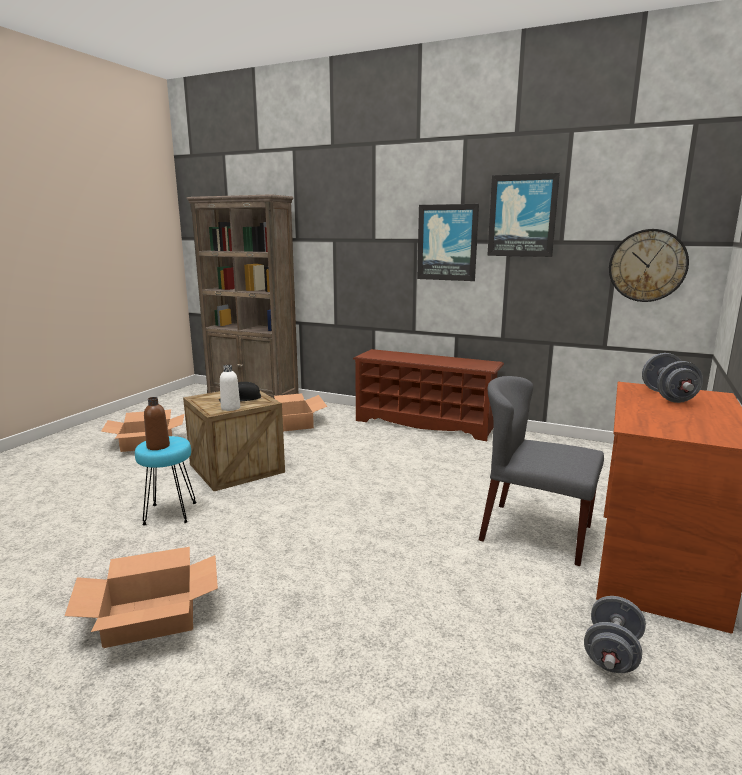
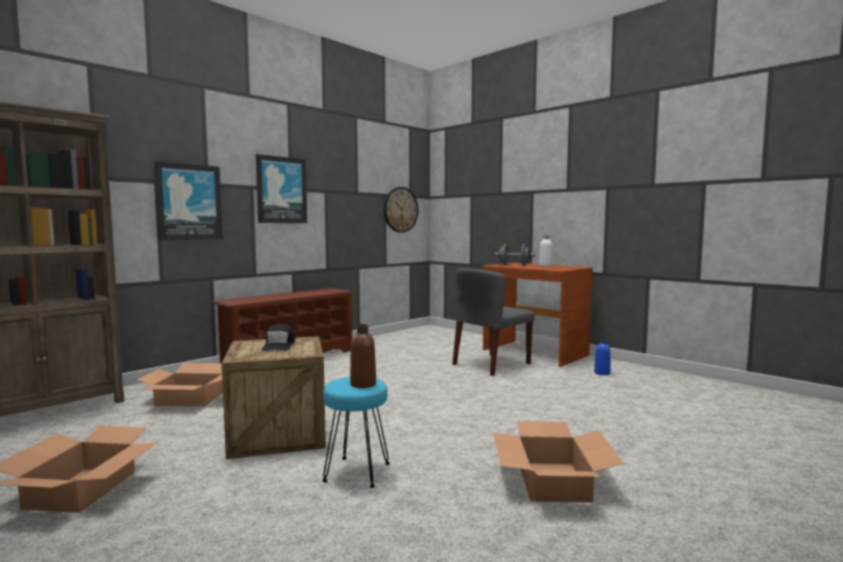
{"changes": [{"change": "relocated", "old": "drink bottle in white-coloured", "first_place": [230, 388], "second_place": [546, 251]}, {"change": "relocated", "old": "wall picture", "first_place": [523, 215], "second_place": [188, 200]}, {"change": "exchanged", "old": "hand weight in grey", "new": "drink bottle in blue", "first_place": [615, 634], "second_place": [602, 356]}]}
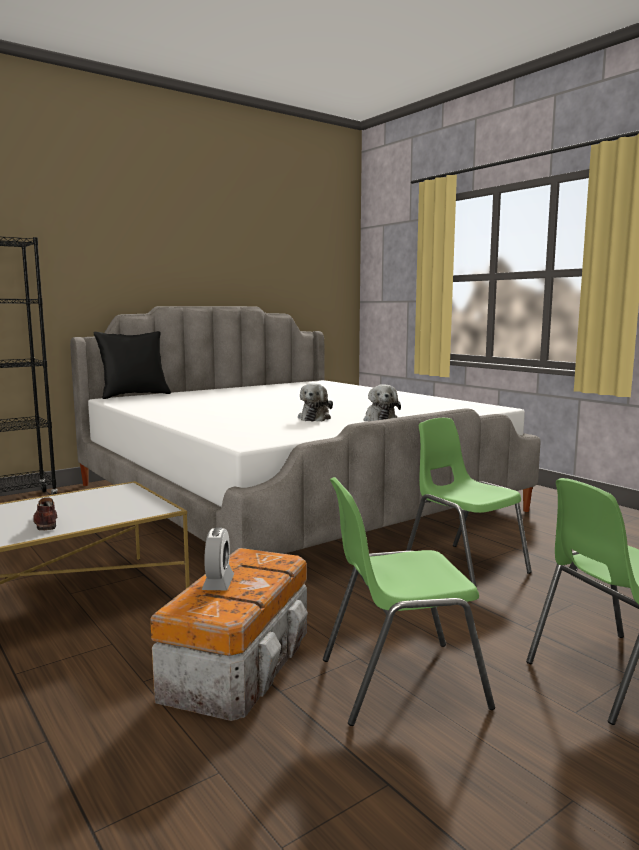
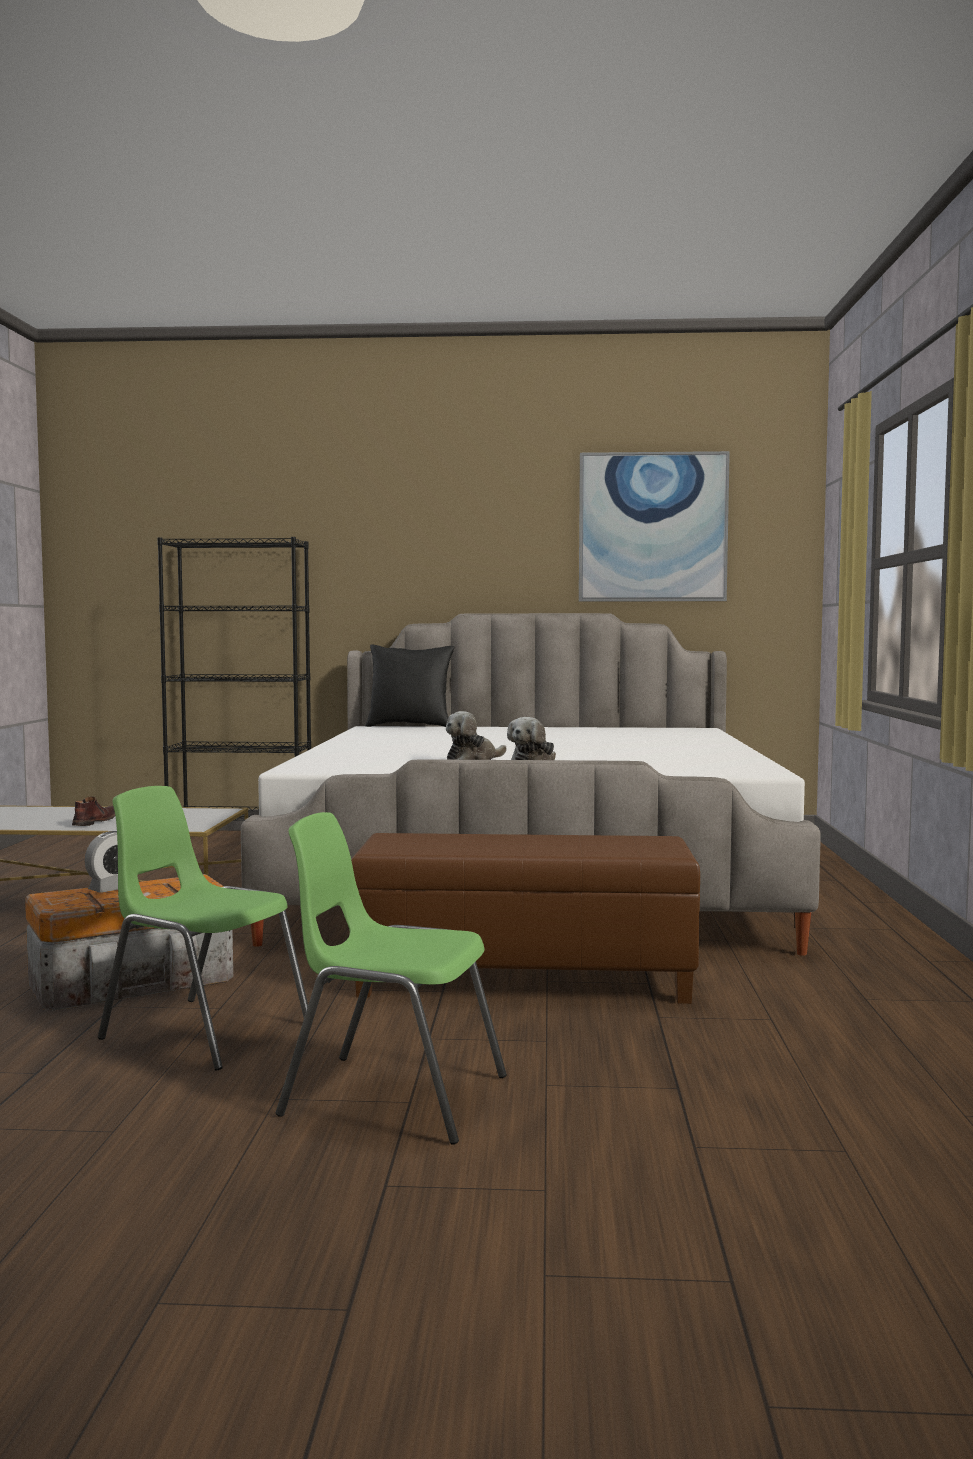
{"changes": [{"change": "exchanged", "old": "plain chair in green-coloured", "new": "ottoman in brown-coloured", "first_place": [469, 503], "second_place": [524, 918]}, {"change": "appeared", "new": "wall picture", "second_place": [654, 526]}]}
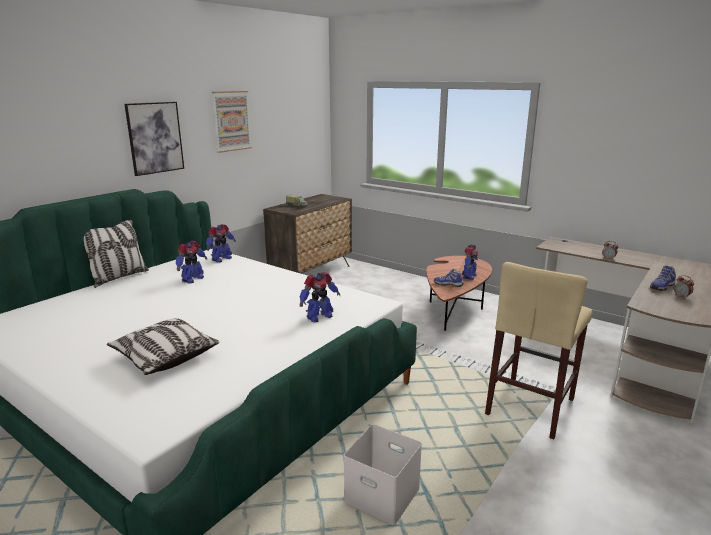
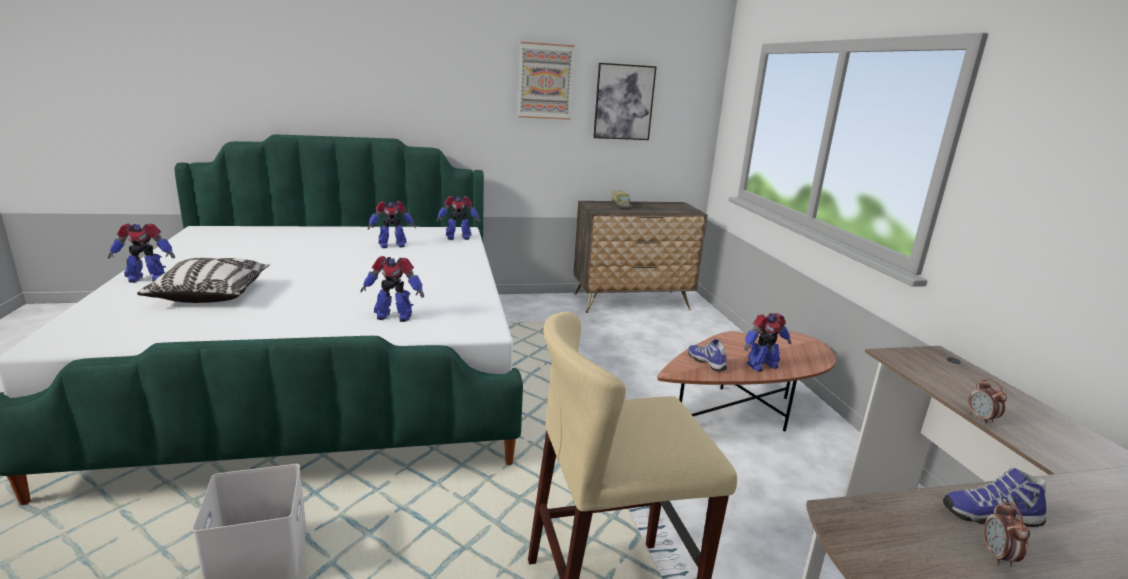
{"changes": [{"change": "missing", "old": "cushion", "first_place": [116, 254]}, {"change": "relocated", "old": "wall picture", "first_place": [154, 139], "second_place": [625, 101]}, {"change": "appeared", "new": "robot figure", "second_place": [141, 253]}]}
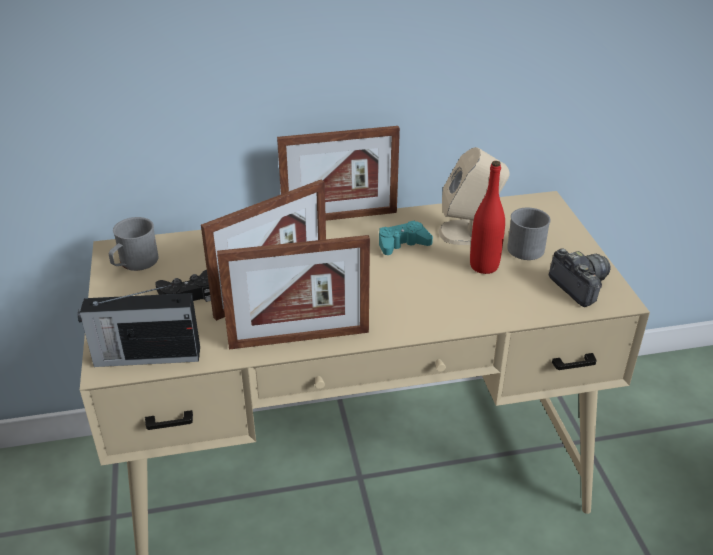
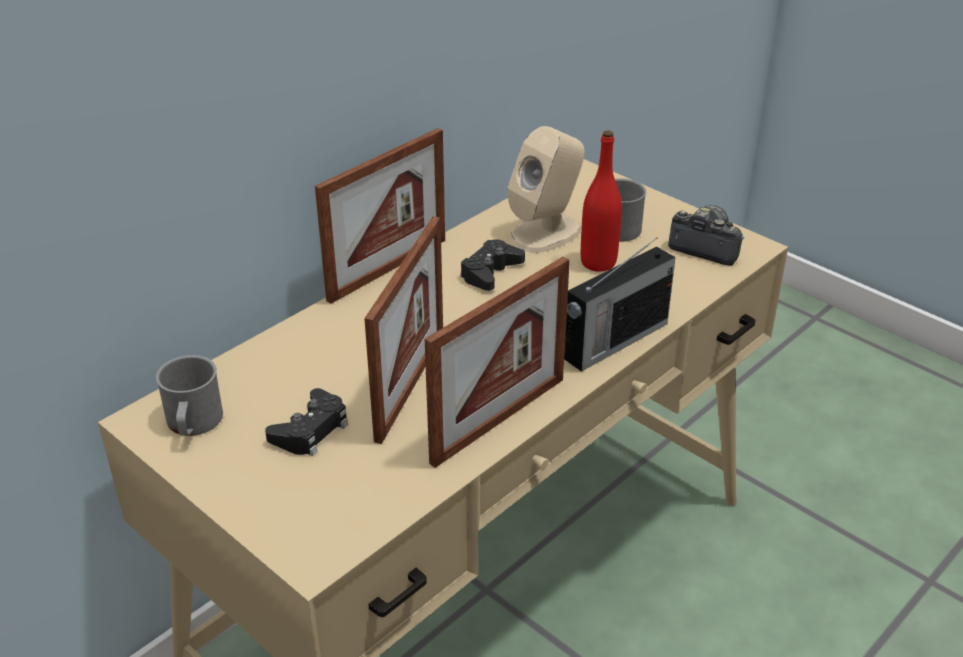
{"changes": [{"change": "relocated", "old": "radio receiver", "first_place": [139, 325], "second_place": [619, 305]}, {"change": "colour", "old": "joypad in blue-green", "new": "joypad in blackish", "first_place": [406, 238], "second_place": [492, 265]}]}
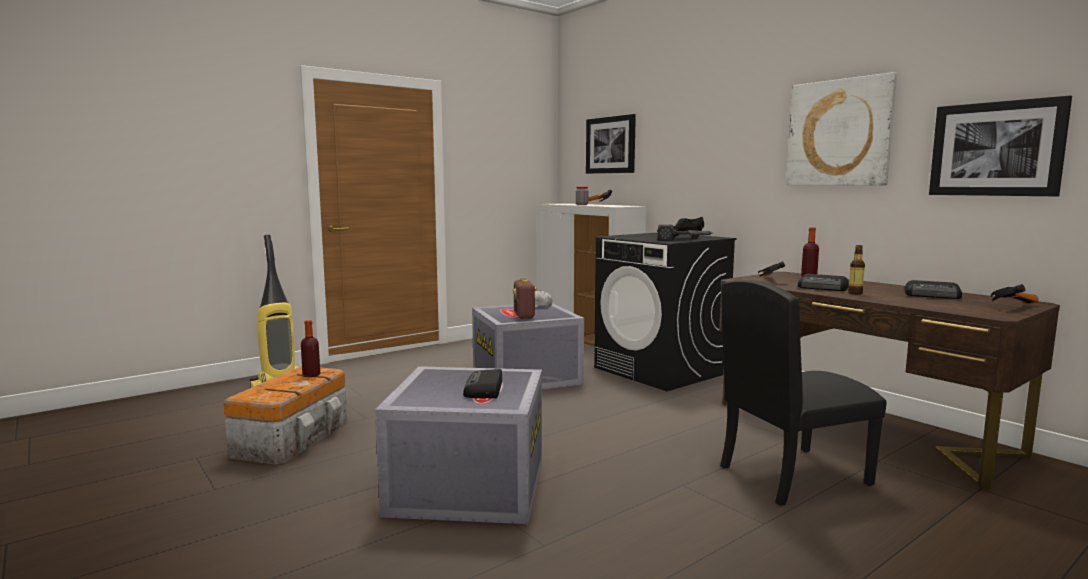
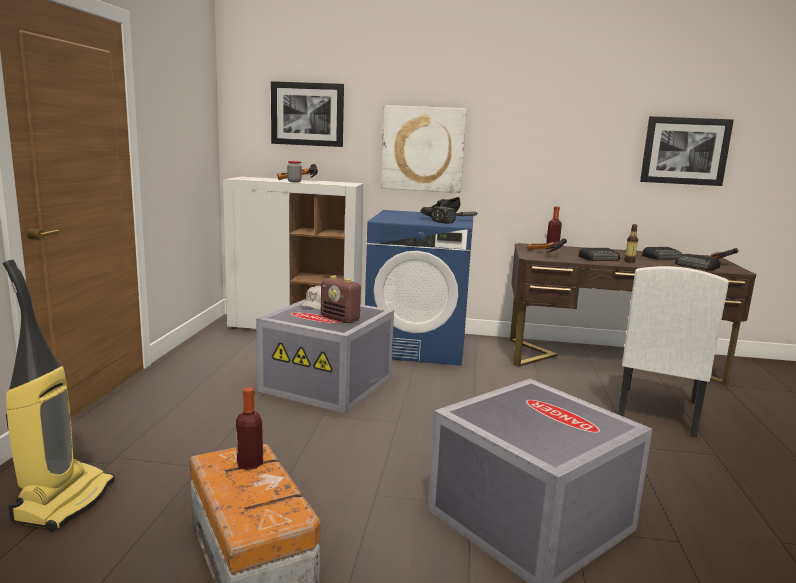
{"changes": [{"change": "relocated", "old": "radio receiver", "first_place": [482, 383], "second_place": [697, 262]}, {"change": "colour", "old": "washing machine in blackish", "new": "washing machine in blue", "first_place": [665, 312], "second_place": [419, 288]}, {"change": "colour", "old": "plain chair in blackish", "new": "plain chair in white-coloured", "first_place": [803, 393], "second_place": [673, 352]}, {"change": "relocated", "old": "wall picture", "first_place": [841, 129], "second_place": [424, 149]}]}
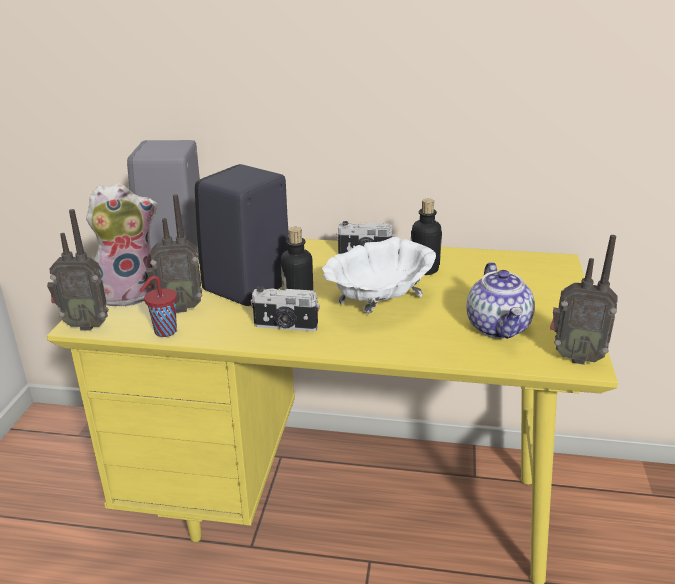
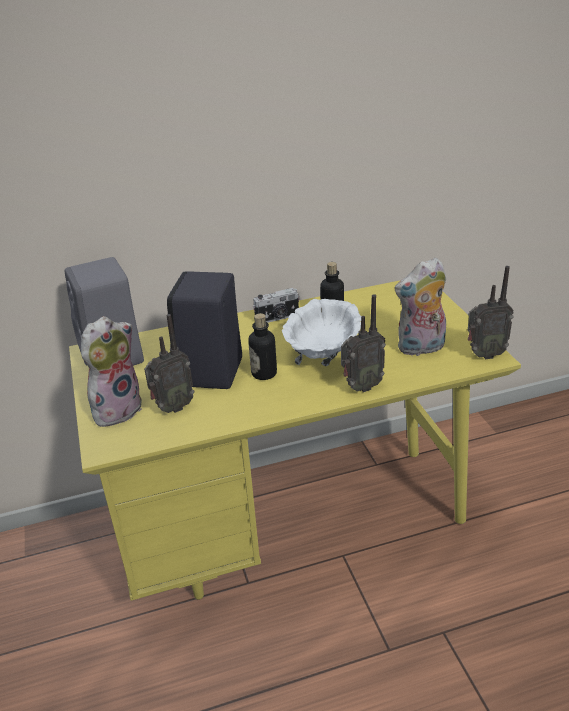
{"changes": [{"change": "relocated", "old": "radio receiver", "first_place": [78, 270], "second_place": [363, 343]}, {"change": "missing", "old": "drinking cup in red-coloured", "first_place": [158, 306]}, {"change": "missing", "old": "still camera", "first_place": [285, 308]}, {"change": "exchanged", "old": "teapot", "new": "soft toy", "first_place": [501, 300], "second_place": [420, 306]}]}
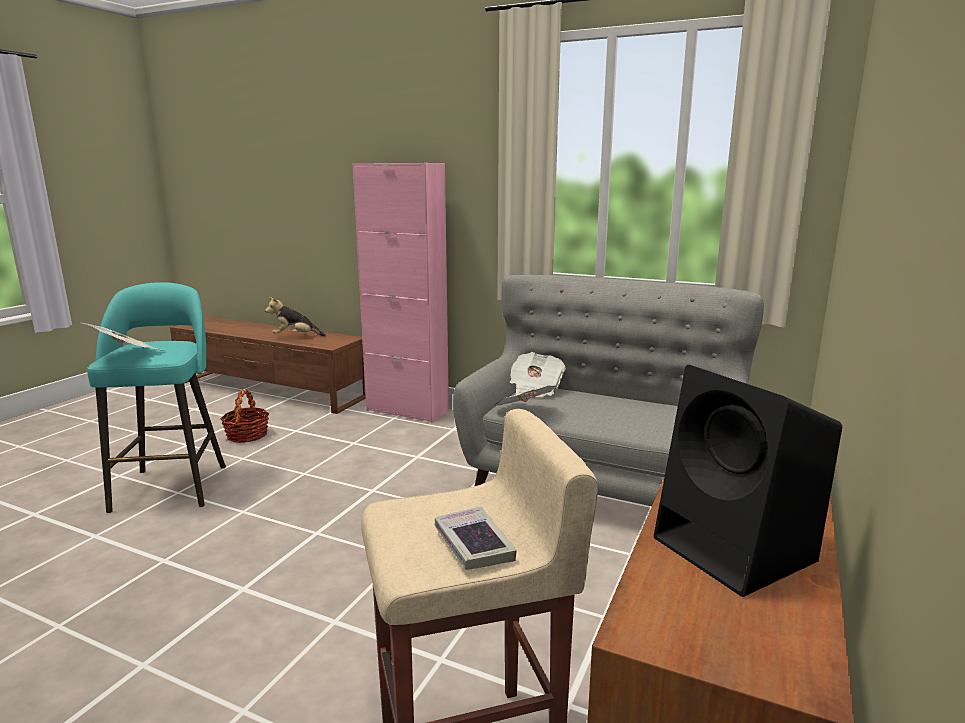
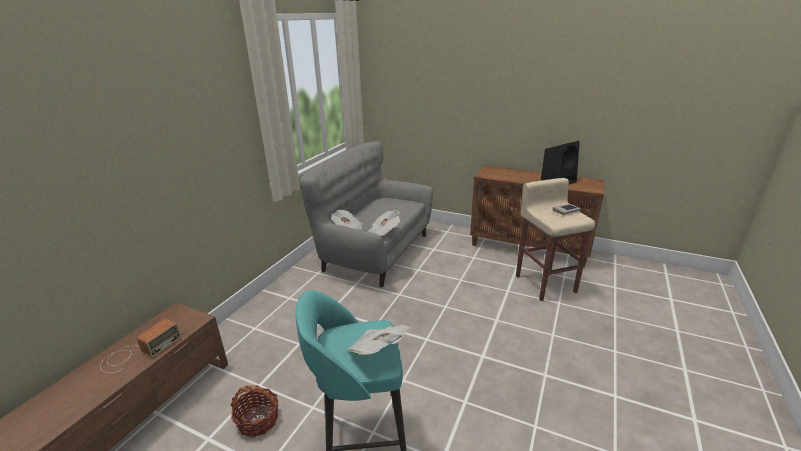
{"changes": [{"change": "exchanged", "old": "soft toy", "new": "radio receiver", "first_place": [295, 316], "second_place": [140, 346]}, {"change": "missing", "old": "cupboard in pinkish", "first_place": [400, 293]}]}
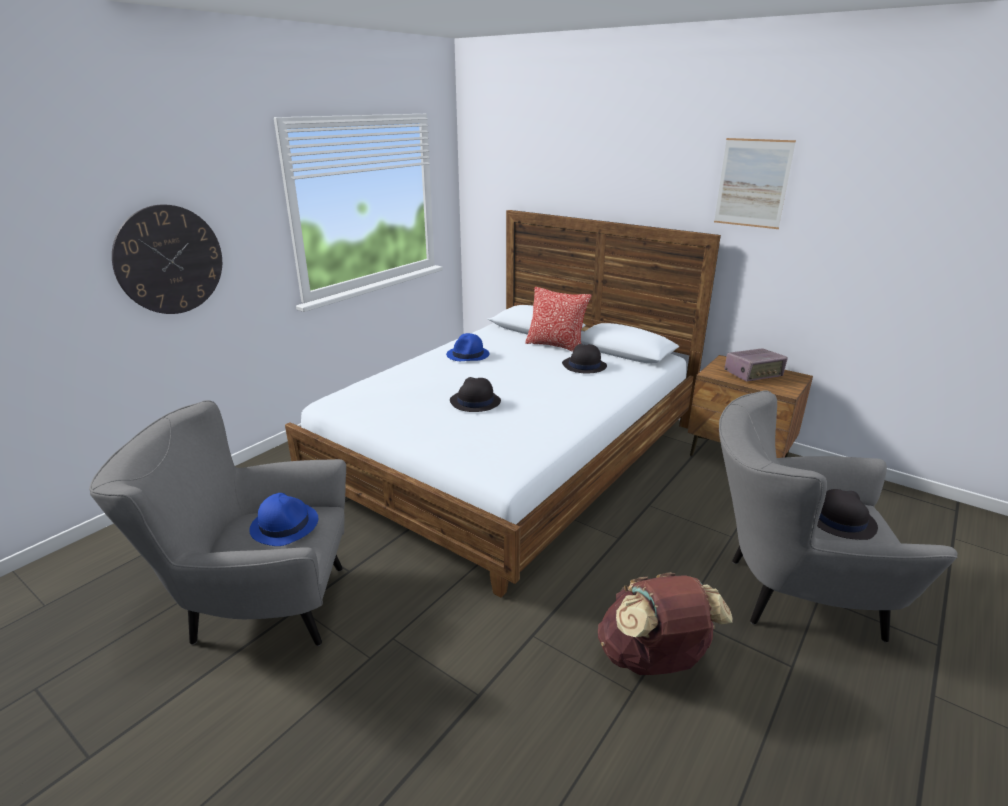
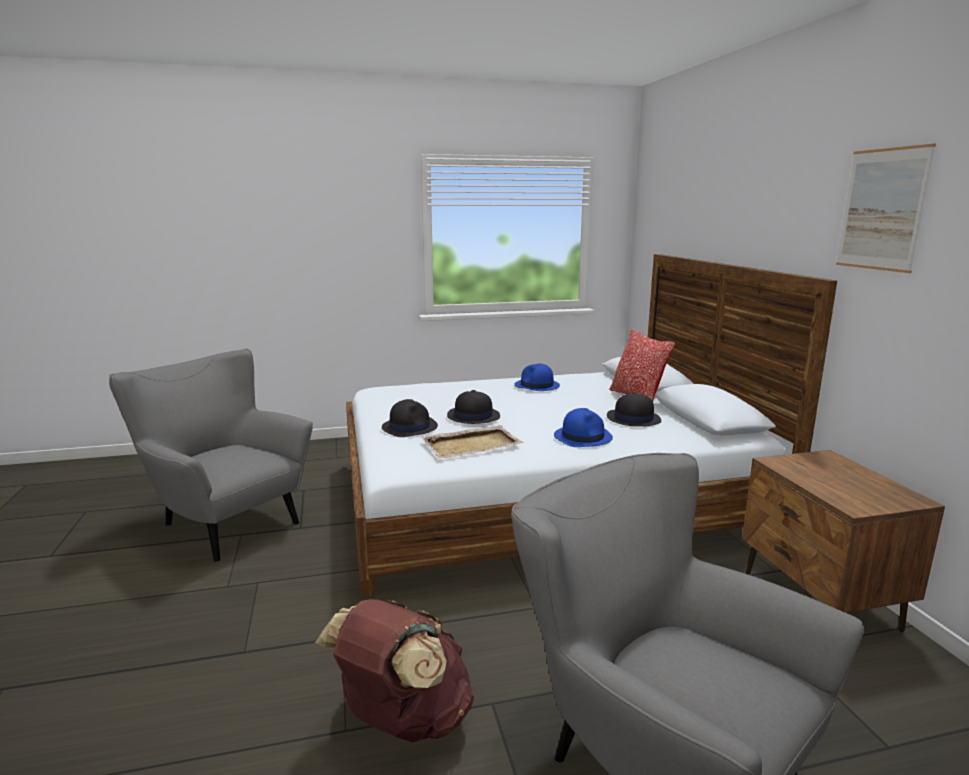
{"changes": [{"change": "missing", "old": "clock on the wall", "first_place": [167, 259]}, {"change": "relocated", "old": "wearable hat in blue", "first_place": [283, 519], "second_place": [583, 427]}, {"change": "missing", "old": "radio receiver", "first_place": [756, 365]}, {"change": "relocated", "old": "wearable hat in blackish", "first_place": [847, 514], "second_place": [410, 418]}, {"change": "appeared", "new": "carrying tray in beige-coloured", "second_place": [472, 442]}]}
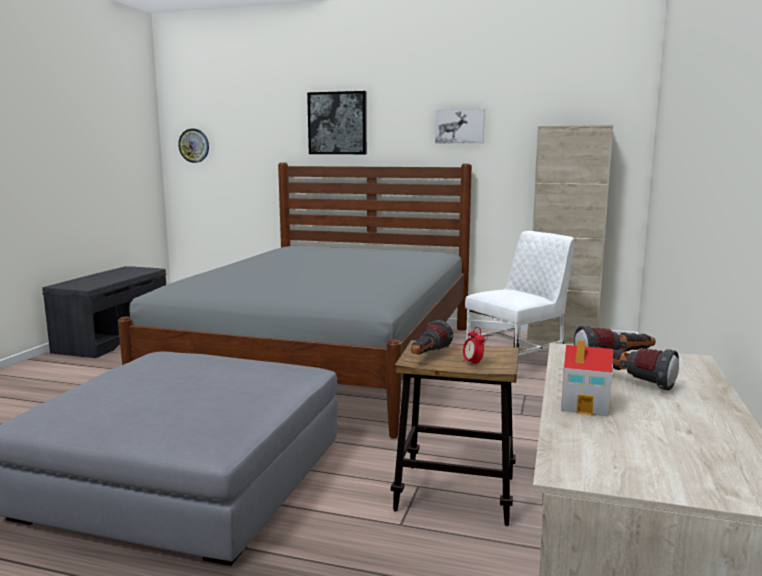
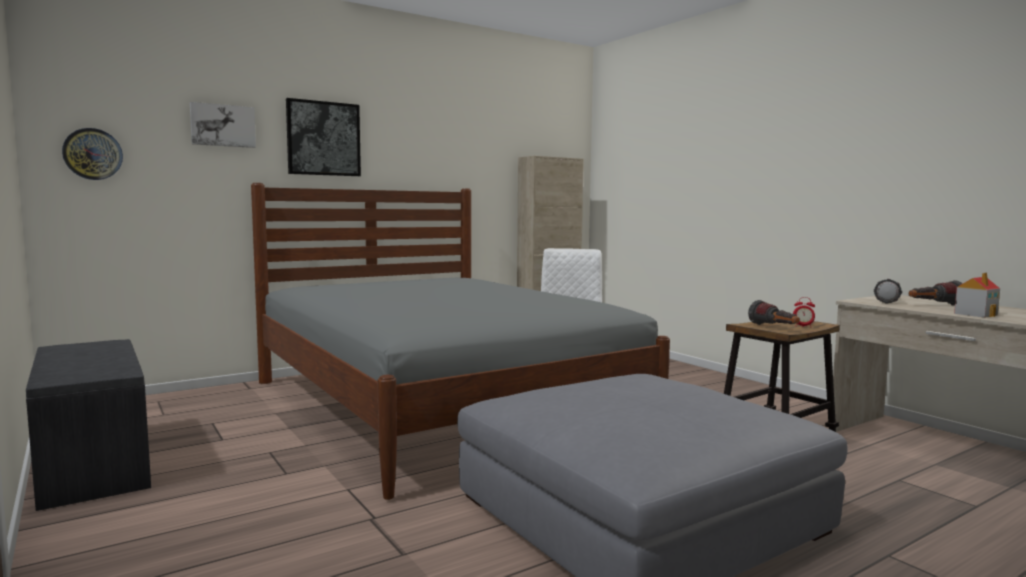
{"changes": [{"change": "relocated", "old": "wall picture", "first_place": [460, 126], "second_place": [223, 125]}]}
